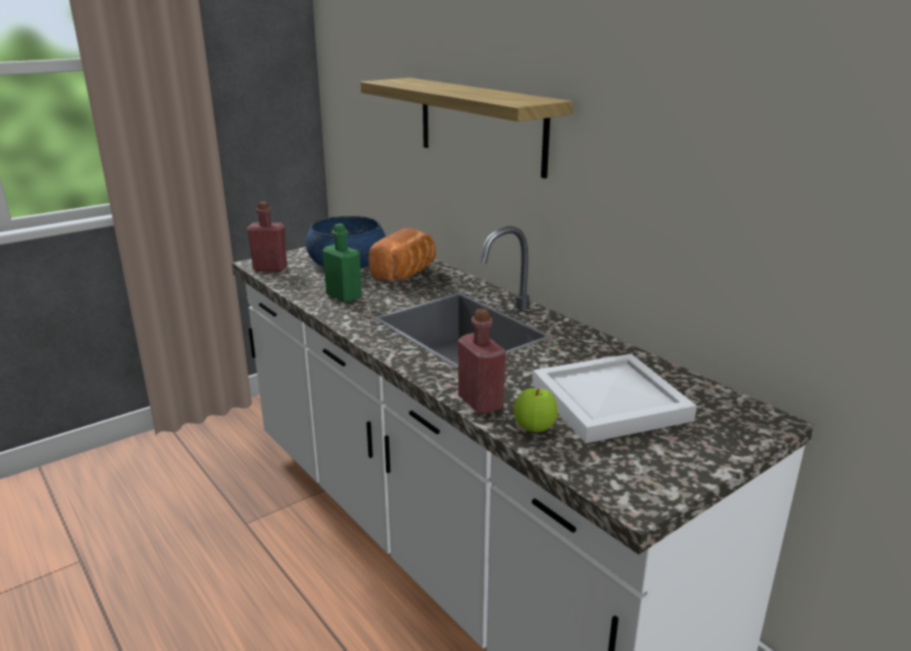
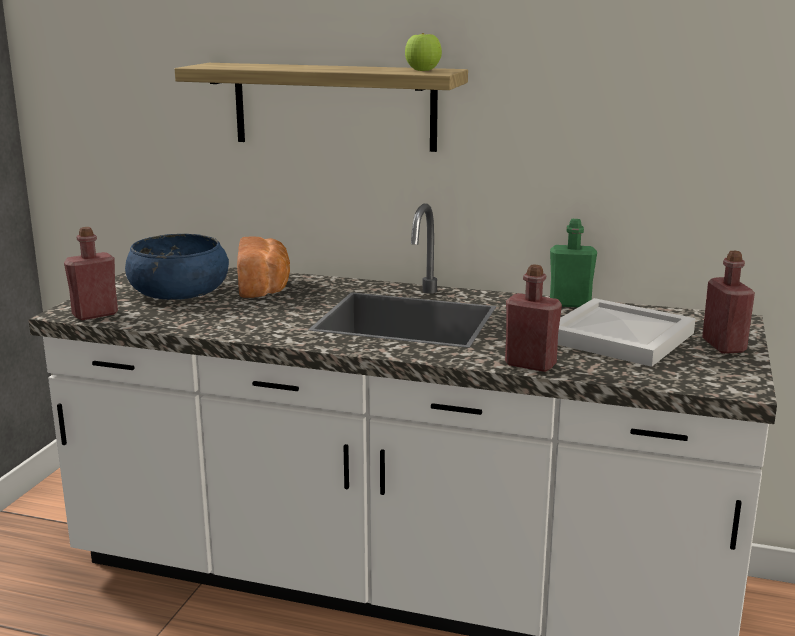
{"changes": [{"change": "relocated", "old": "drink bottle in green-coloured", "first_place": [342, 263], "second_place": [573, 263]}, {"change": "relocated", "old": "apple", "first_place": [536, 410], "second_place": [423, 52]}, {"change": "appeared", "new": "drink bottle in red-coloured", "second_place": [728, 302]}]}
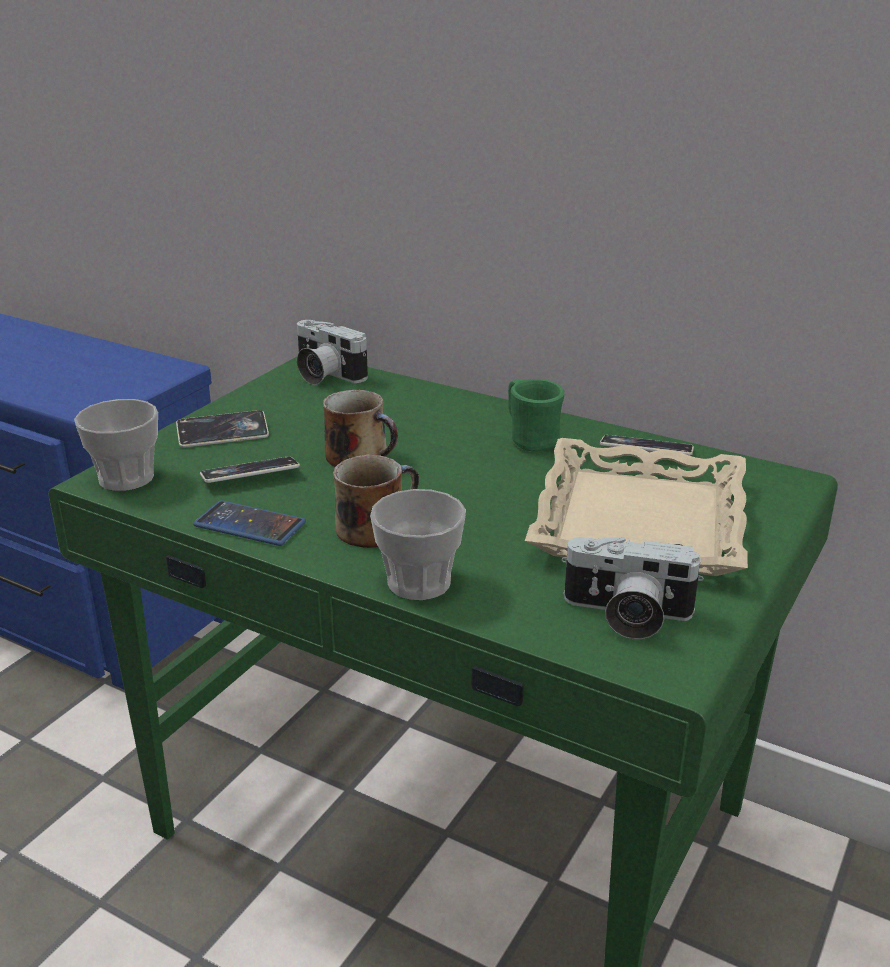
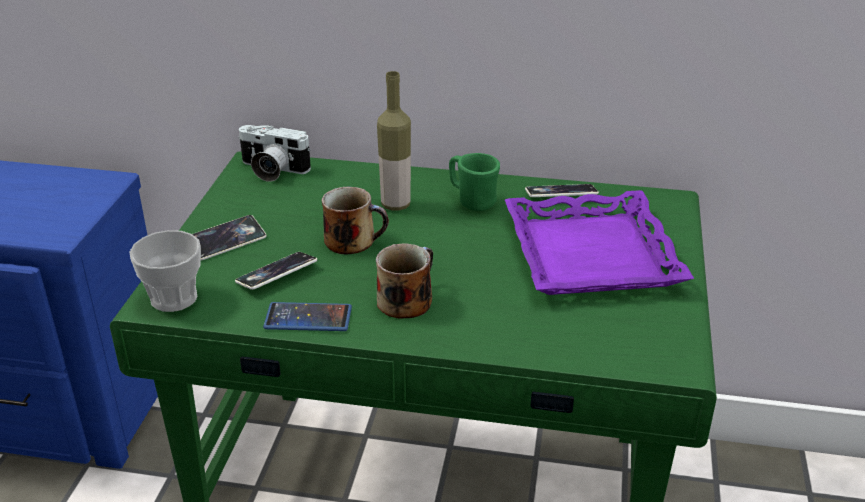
{"changes": [{"change": "missing", "old": "drinking cup", "first_place": [418, 544]}, {"change": "colour", "old": "carrying tray in beige-coloured", "new": "carrying tray in purple-coloured", "first_place": [636, 507], "second_place": [599, 242]}, {"change": "missing", "old": "still camera", "first_place": [632, 588]}, {"change": "appeared", "new": "drink bottle", "second_place": [394, 141]}]}
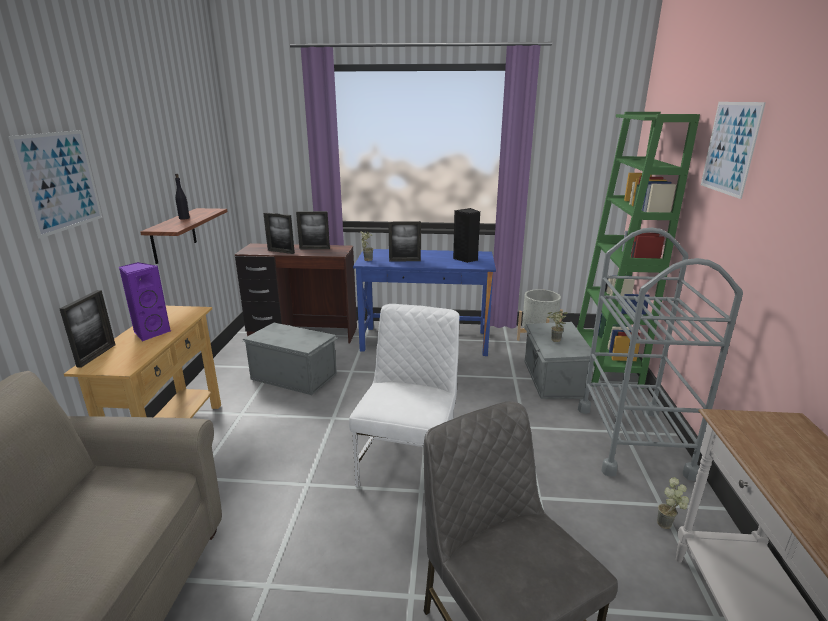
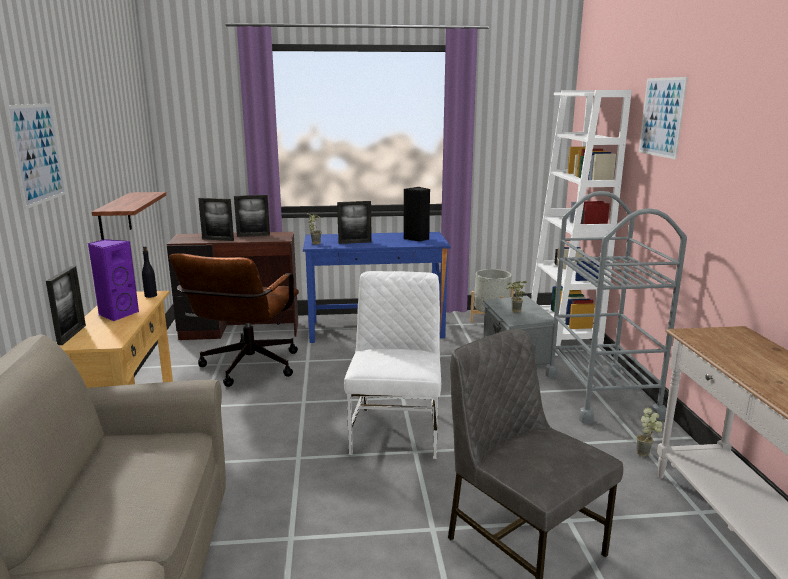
{"changes": [{"change": "relocated", "old": "drink bottle in blackish", "first_place": [182, 197], "second_place": [149, 272]}, {"change": "exchanged", "old": "storage container in grey", "new": "office chair in brown-coloured", "first_place": [290, 359], "second_place": [234, 320]}, {"change": "colour", "old": "shelving unit in green-coloured", "new": "shelving unit in white-coloured", "first_place": [638, 249], "second_place": [581, 223]}]}
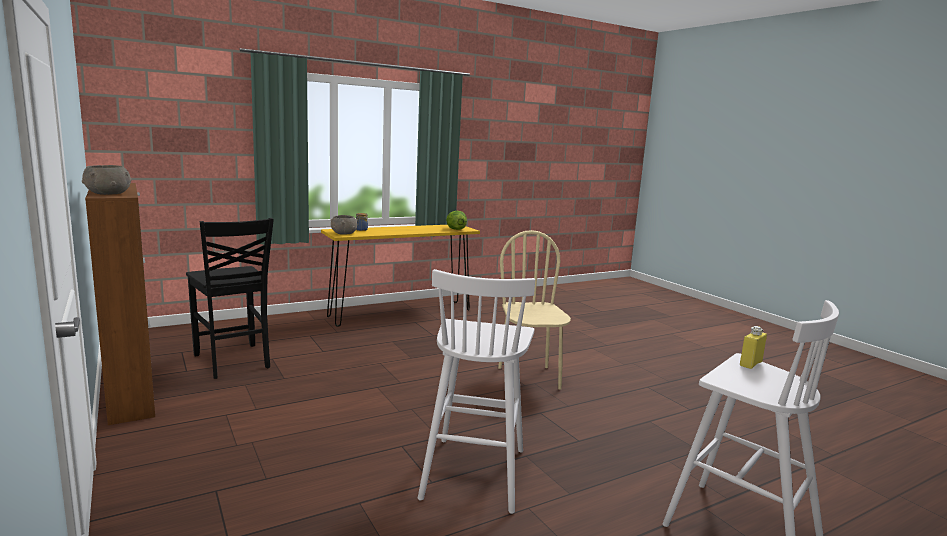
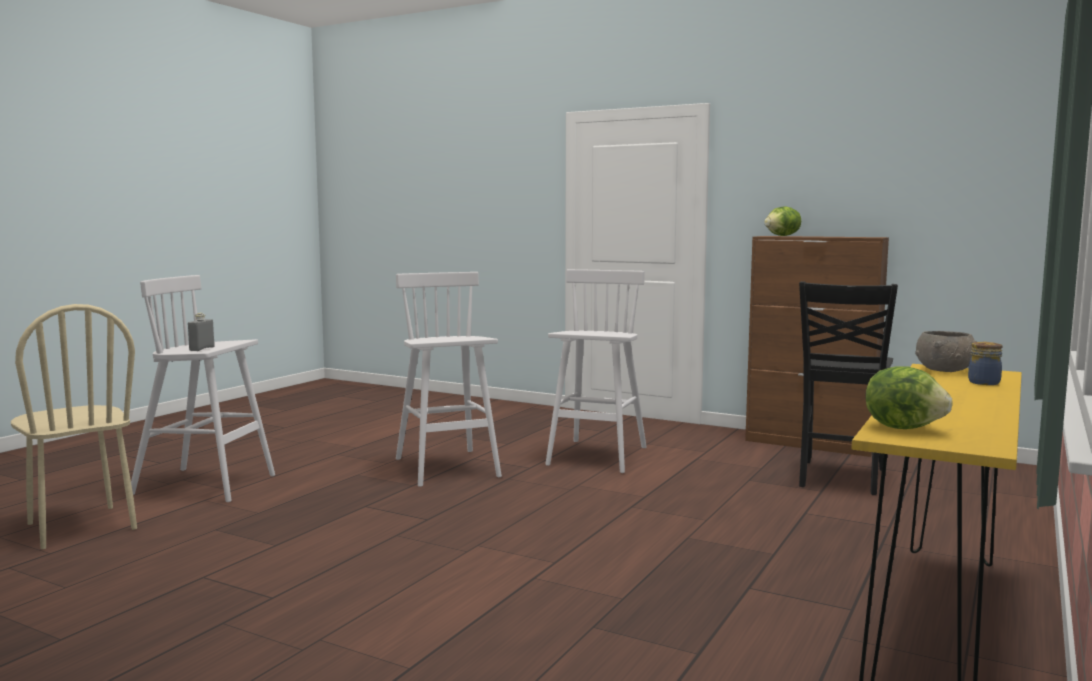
{"changes": [{"change": "exchanged", "old": "serving bowl in grey", "new": "lettuce", "first_place": [107, 180], "second_place": [782, 221]}, {"change": "spun", "old": "plain chair in blackish", "first_place": [230, 298], "second_place": [848, 388], "degrees": -90}, {"change": "relocated", "old": "plain chair in beige-coloured", "first_place": [534, 310], "second_place": [74, 426]}, {"change": "colour", "old": "drink bottle in yellow", "new": "drink bottle in grey", "first_place": [753, 347], "second_place": [201, 332]}, {"change": "appeared", "new": "sitting stool in white-coloured", "second_place": [596, 371]}]}
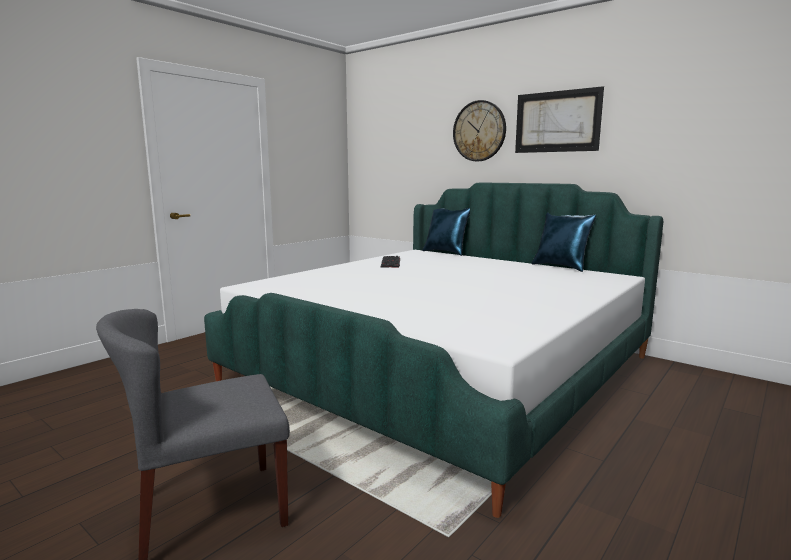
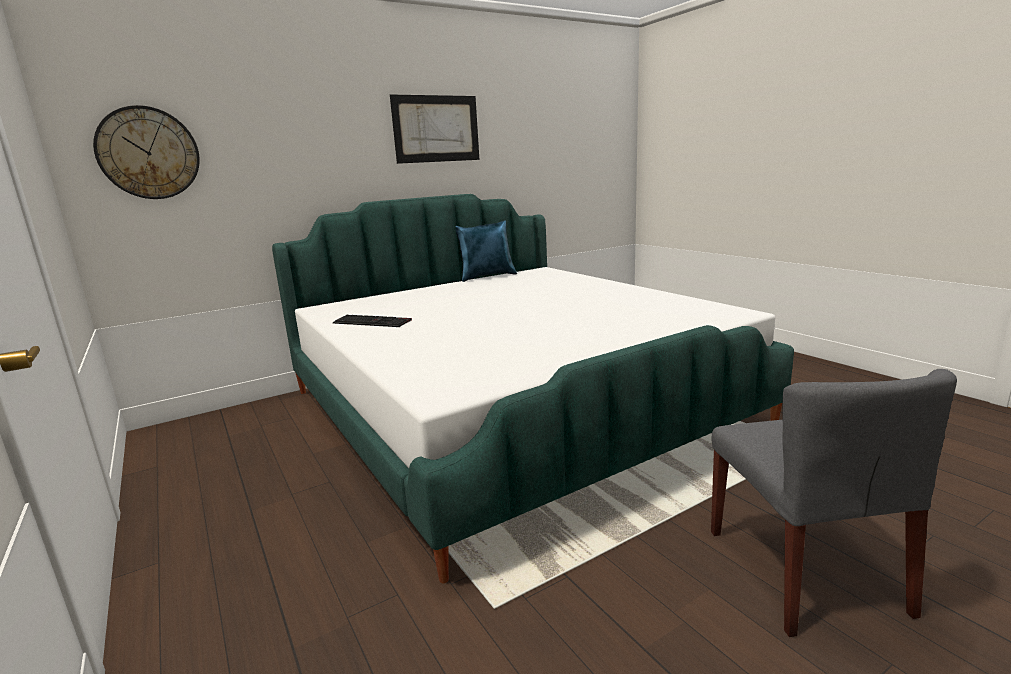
{"changes": [{"change": "missing", "old": "cushion in blue", "first_place": [446, 232]}, {"change": "relocated", "old": "clock on the wall", "first_place": [479, 130], "second_place": [146, 152]}]}
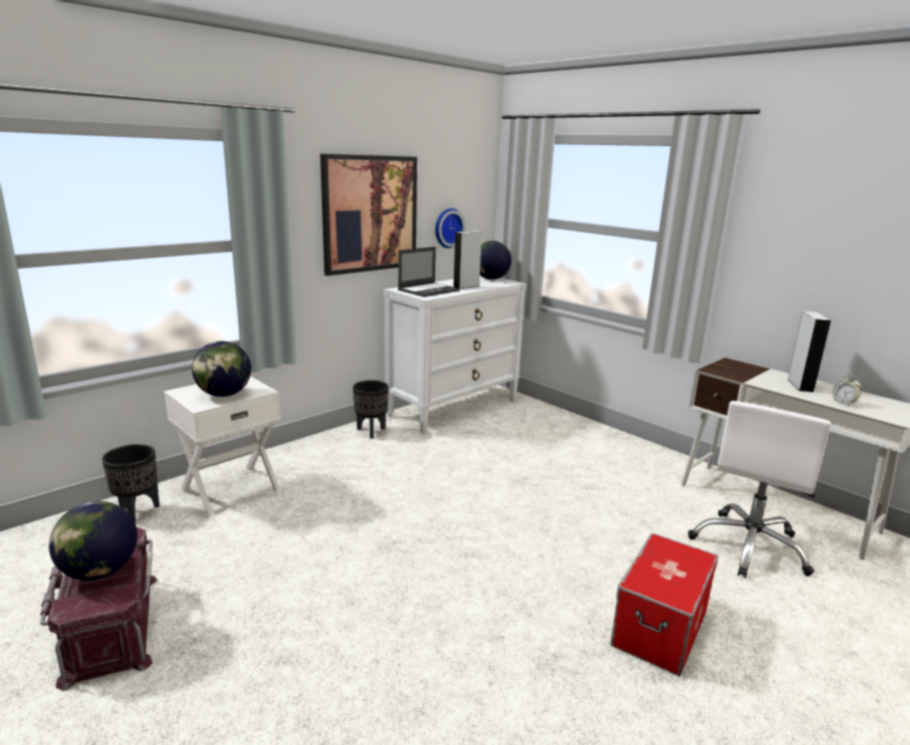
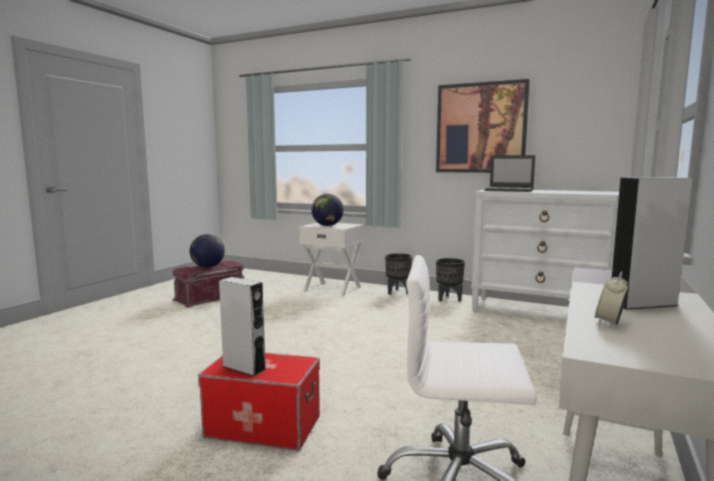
{"changes": [{"change": "relocated", "old": "flower pot in blackish", "first_place": [131, 483], "second_place": [398, 274]}, {"change": "missing", "old": "clock on the wall", "first_place": [450, 228]}, {"change": "relocated", "old": "speaker in grey", "first_place": [467, 260], "second_place": [242, 326]}, {"change": "missing", "old": "desk globe", "first_place": [496, 260]}]}
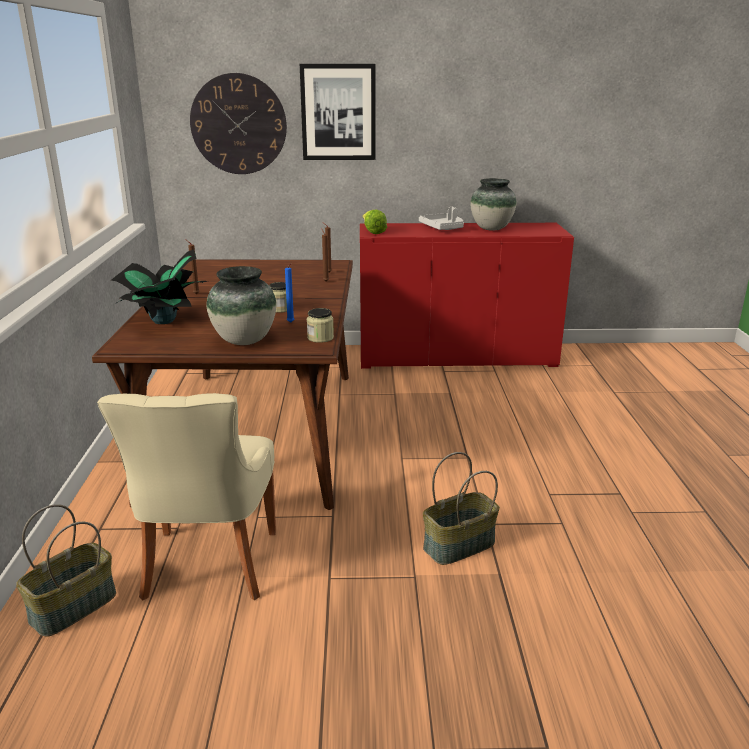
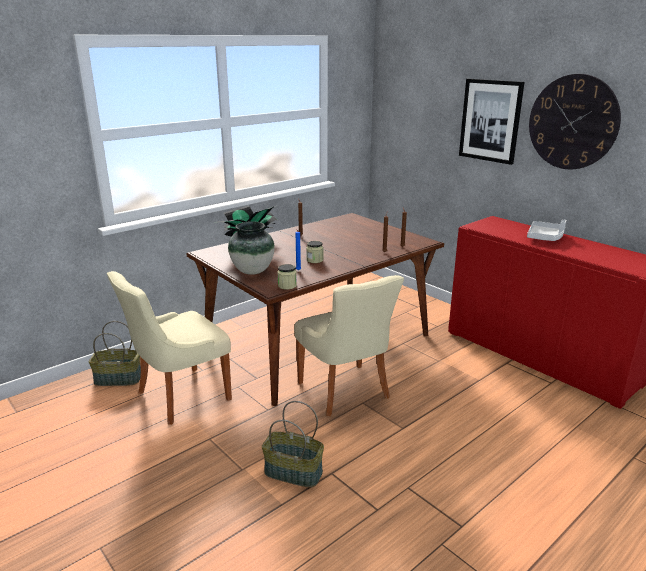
{"changes": [{"change": "relocated", "old": "clock on the wall", "first_place": [238, 123], "second_place": [575, 121]}, {"change": "missing", "old": "lettuce", "first_place": [375, 221]}, {"change": "missing", "old": "flower vase", "first_place": [493, 204]}, {"change": "appeared", "new": "plain chair in beige-coloured", "second_place": [349, 345]}]}
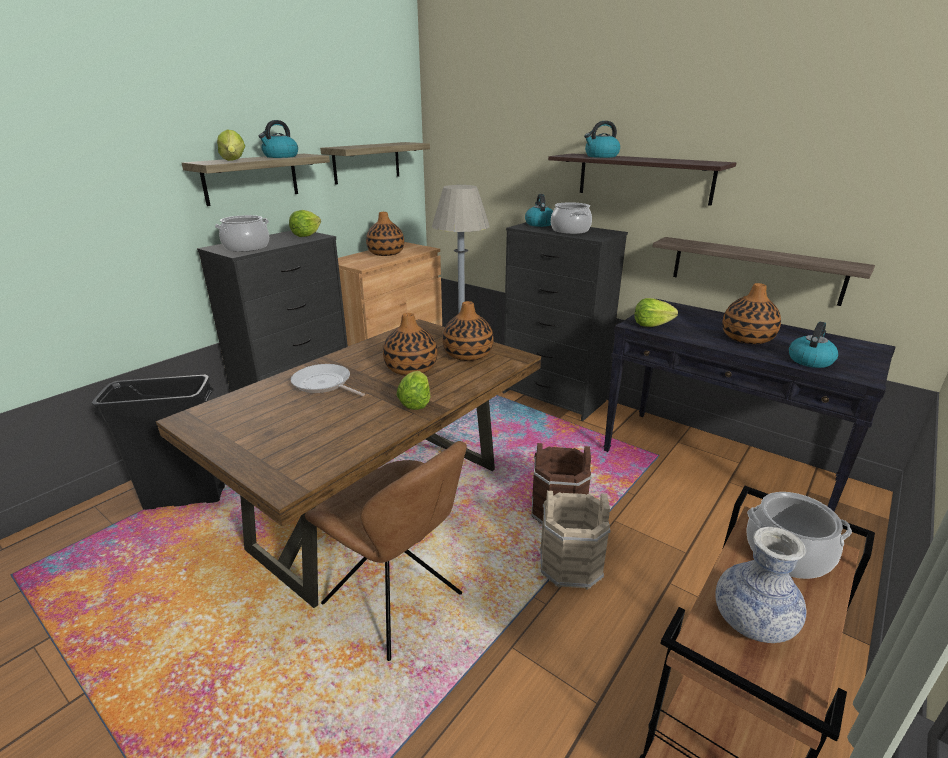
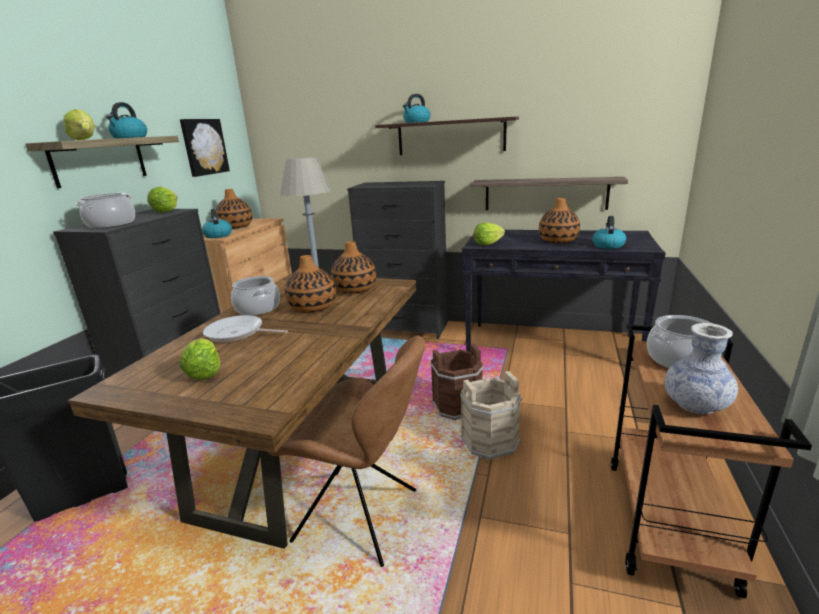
{"changes": [{"change": "exchanged", "old": "wall shelf", "new": "wall picture", "first_place": [375, 163], "second_place": [205, 148]}, {"change": "relocated", "old": "lettuce", "first_place": [413, 390], "second_place": [200, 359]}, {"change": "relocated", "old": "kettle", "first_place": [539, 210], "second_place": [217, 223]}, {"change": "relocated", "old": "cooking pot", "first_place": [571, 218], "second_place": [255, 295]}]}
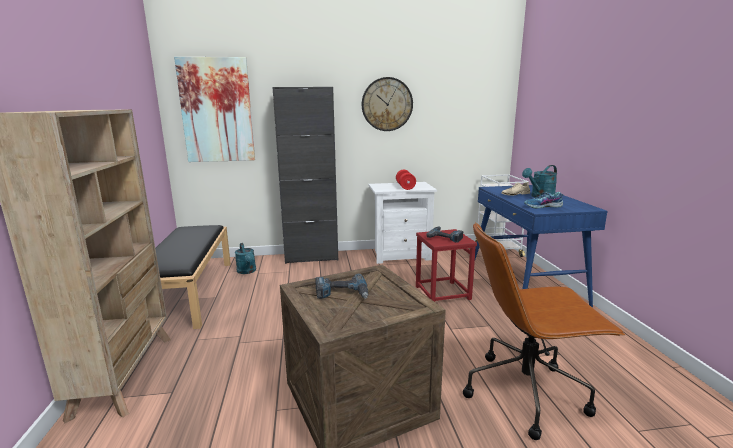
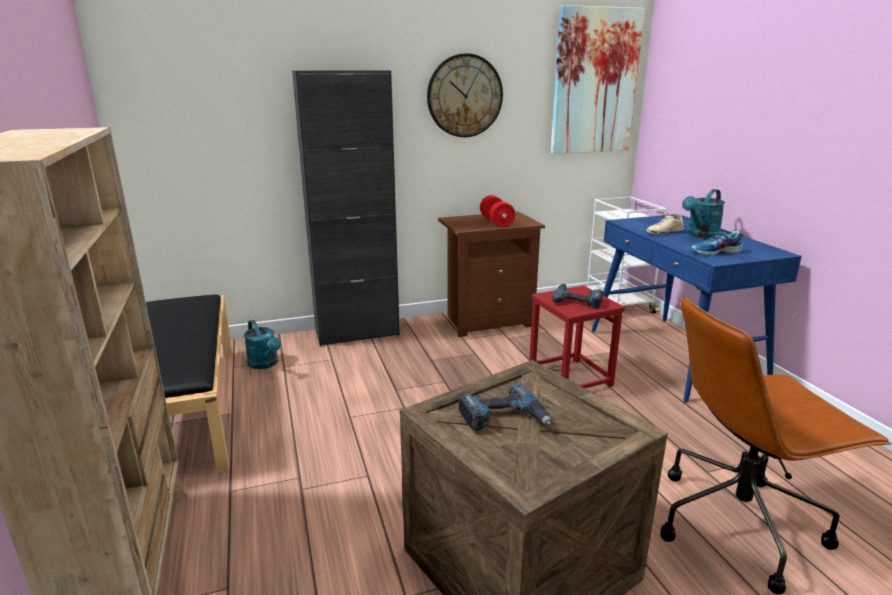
{"changes": [{"change": "relocated", "old": "wall picture", "first_place": [214, 109], "second_place": [598, 79]}, {"change": "colour", "old": "nightstand in white-coloured", "new": "nightstand in brown-coloured", "first_place": [402, 223], "second_place": [491, 274]}]}
